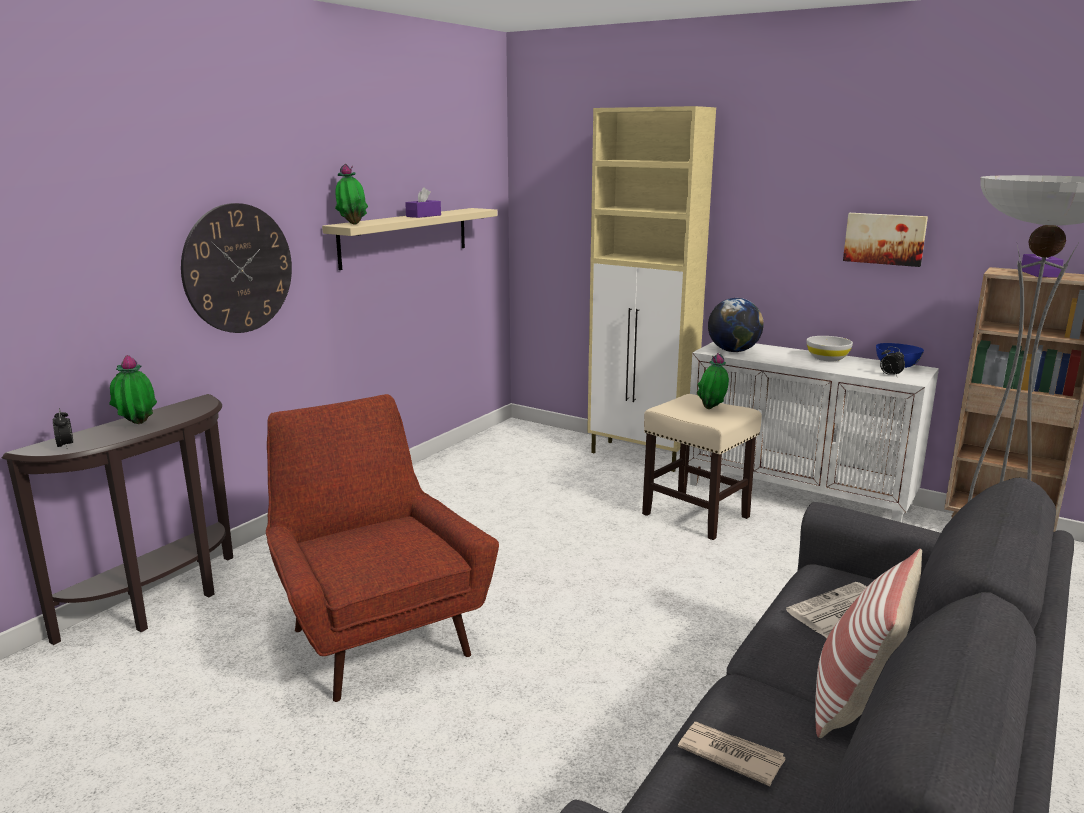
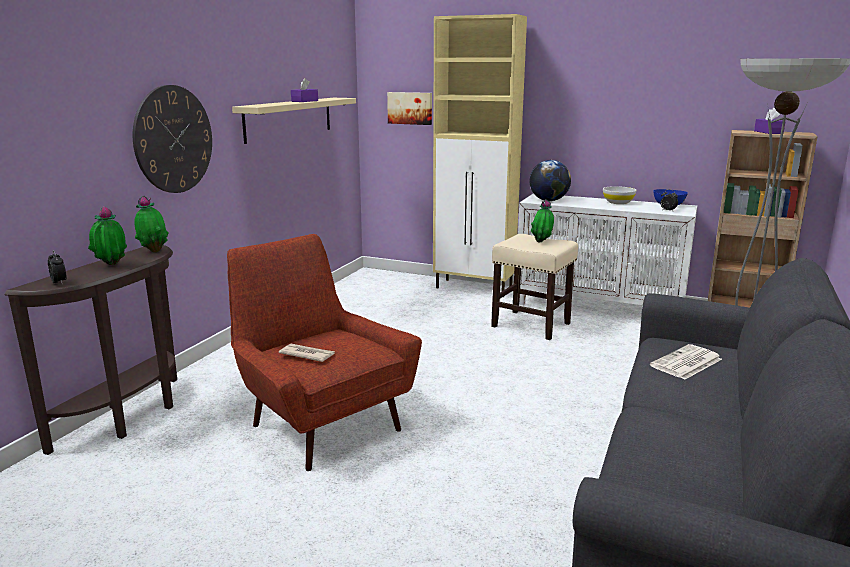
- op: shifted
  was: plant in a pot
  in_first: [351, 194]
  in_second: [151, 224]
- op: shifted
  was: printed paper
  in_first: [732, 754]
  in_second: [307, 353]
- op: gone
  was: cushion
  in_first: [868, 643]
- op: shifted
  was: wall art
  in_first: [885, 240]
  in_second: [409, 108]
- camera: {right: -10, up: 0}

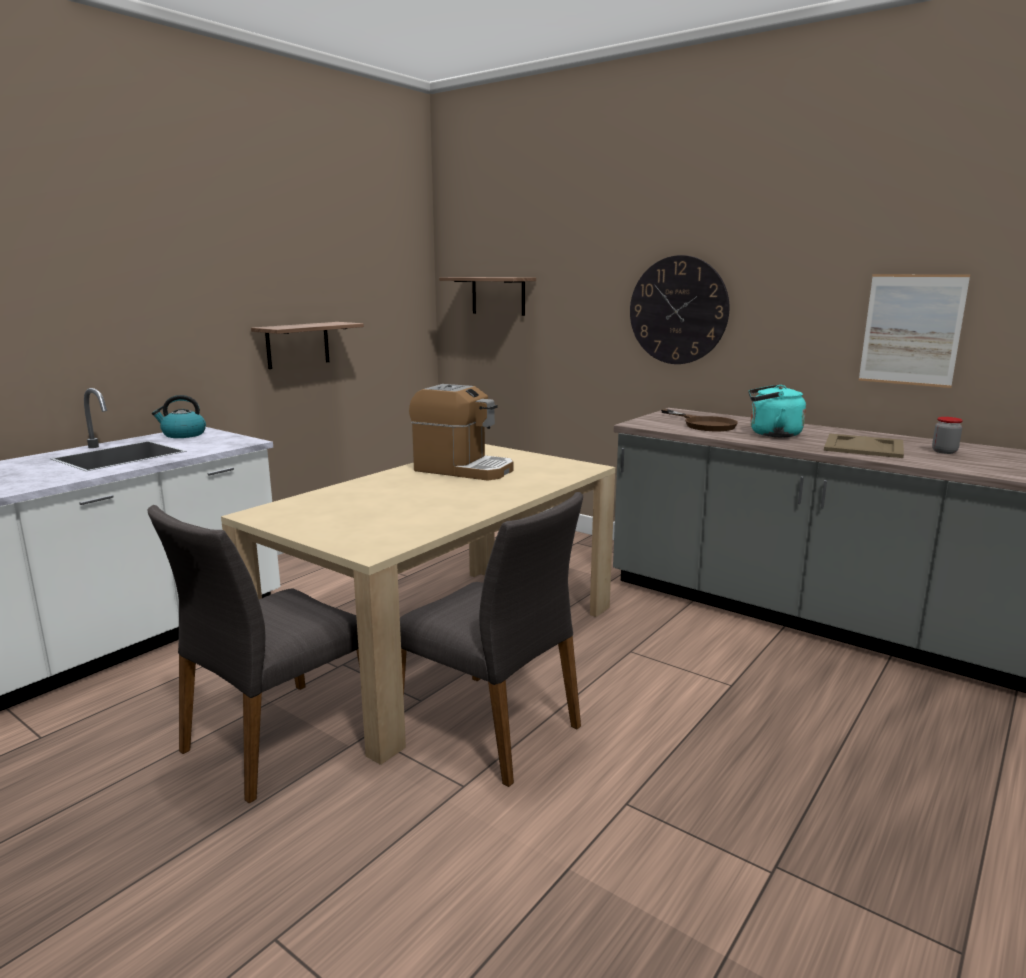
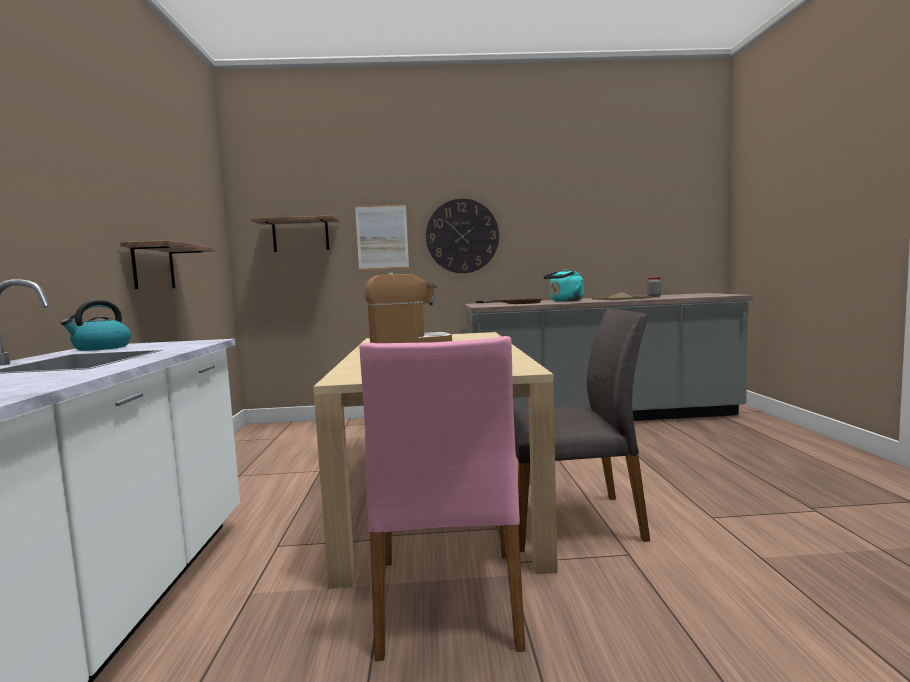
- op: repainted
  was: grey upright chair
  now: pinkish upright chair
  in_first: [254, 654]
  in_second: [442, 498]
- op: shifted
  was: wall art
  in_first: [914, 331]
  in_second: [382, 237]
- camera: {right: -40, up: -10}

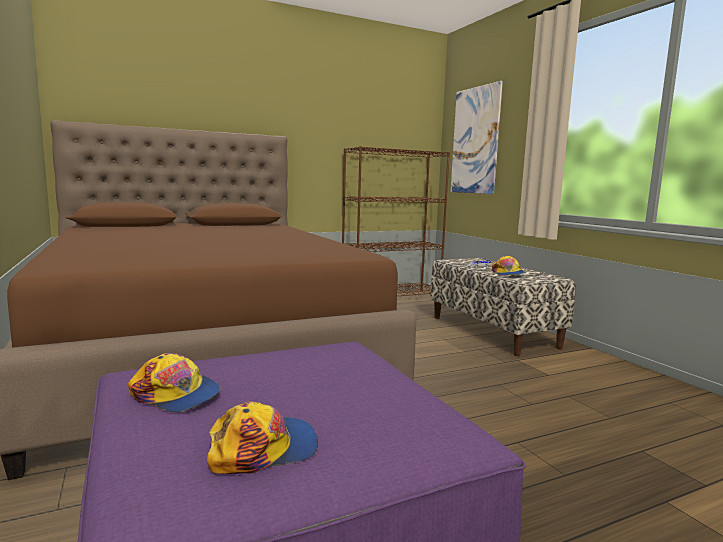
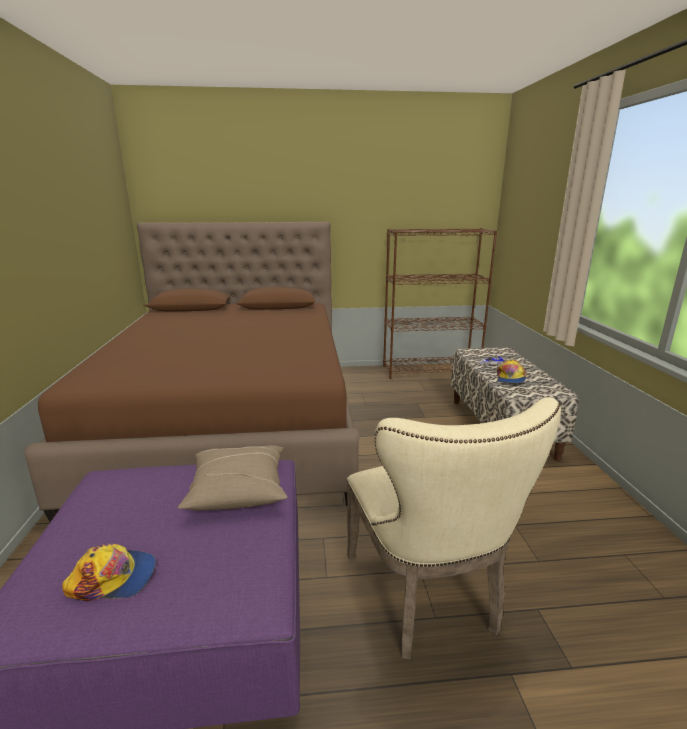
- op: gone
  was: baseball cap
  in_first: [174, 382]
- op: gone
  was: wall art
  in_first: [477, 137]
- op: new
  now: beige-coloured cushion
  in_second: [232, 477]
- op: new
  now: beige-coloured upright chair
  in_second: [454, 528]
- camera: {right: 20, up: 10}

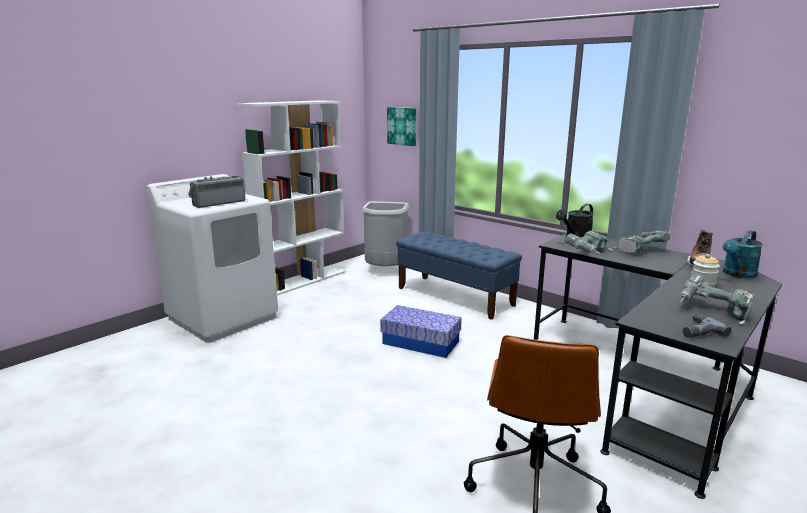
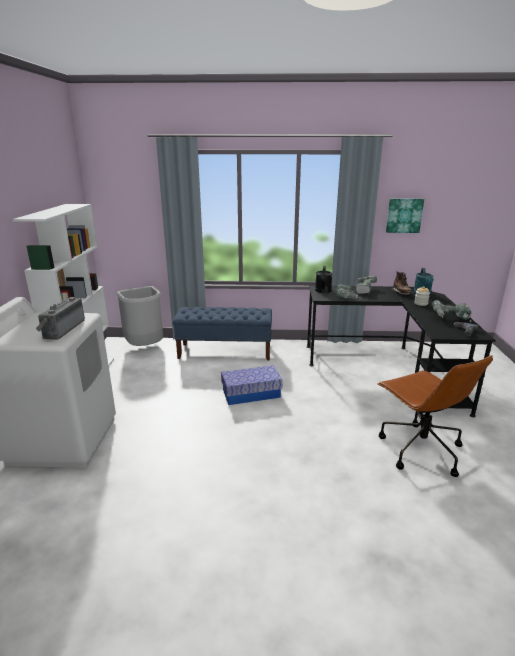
- op: shifted
  was: wall art
  in_first: [401, 126]
  in_second: [405, 216]
- camera: {right: -40, up: 5}

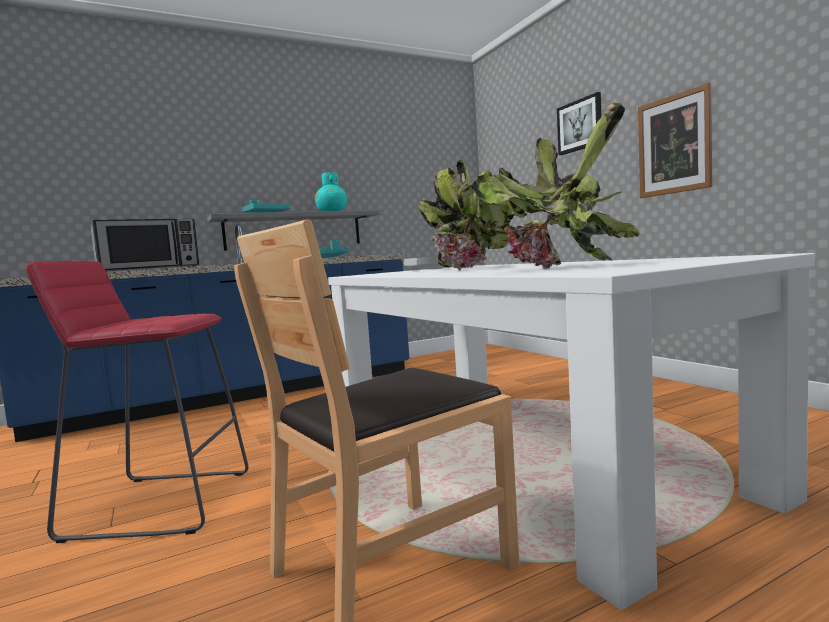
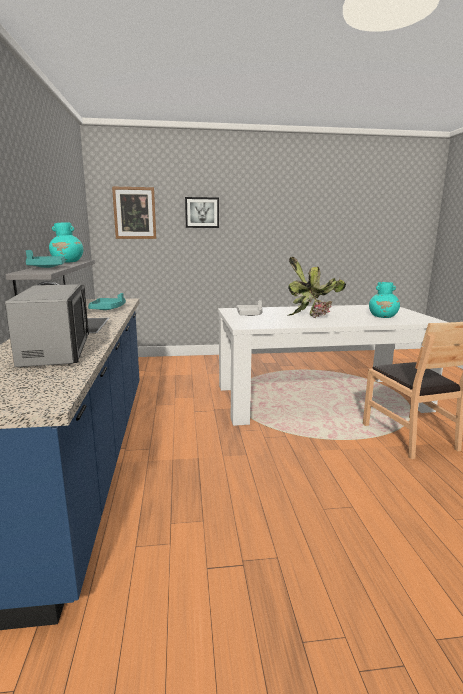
- op: gone
  was: reddish stool seat
  in_first: [137, 402]
- op: swapped
  was: plant in a pot
  now: turquoise-coloured flower vase
  in_first: [556, 185]
  in_second: [384, 300]
- op: shifted
  was: wall art
  in_first: [675, 140]
  in_second: [134, 213]
- camera: {right: -70, up: 10}

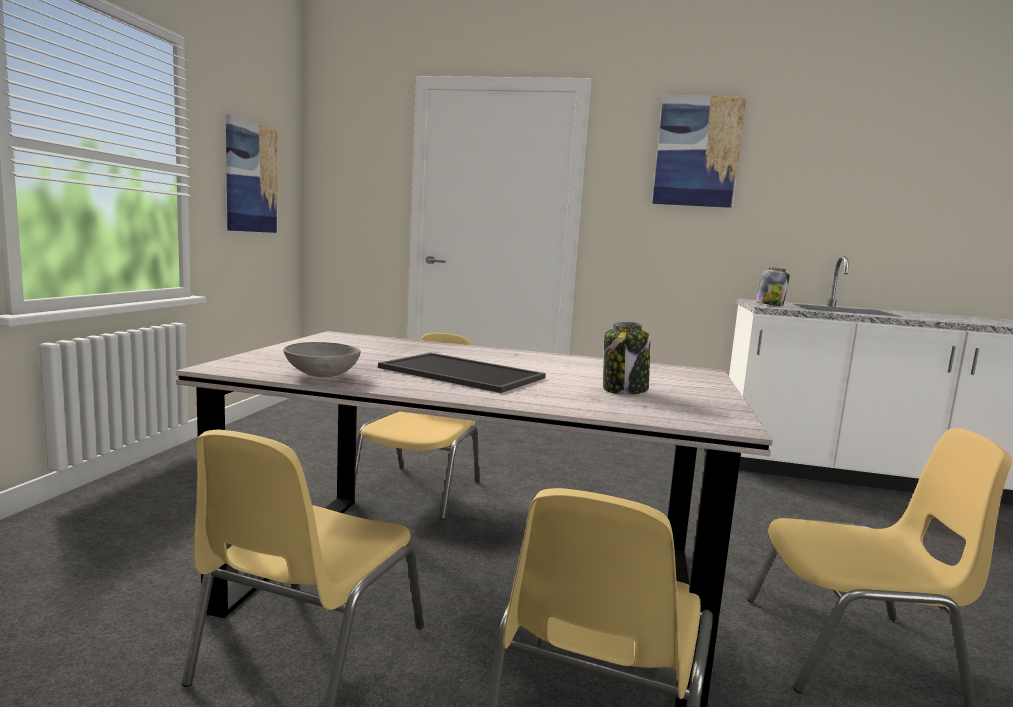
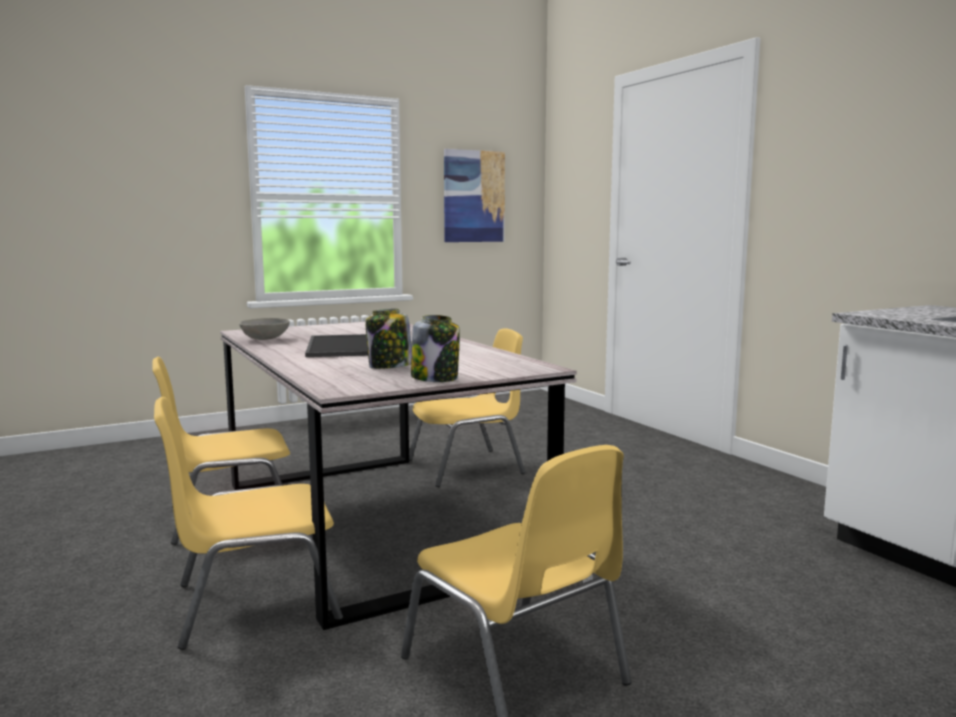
- op: gone
  was: wall art
  in_first: [699, 151]
- op: shifted
  was: preserve jar
  in_first: [773, 286]
  in_second: [435, 348]
- camera: {right: 50, up: 0}

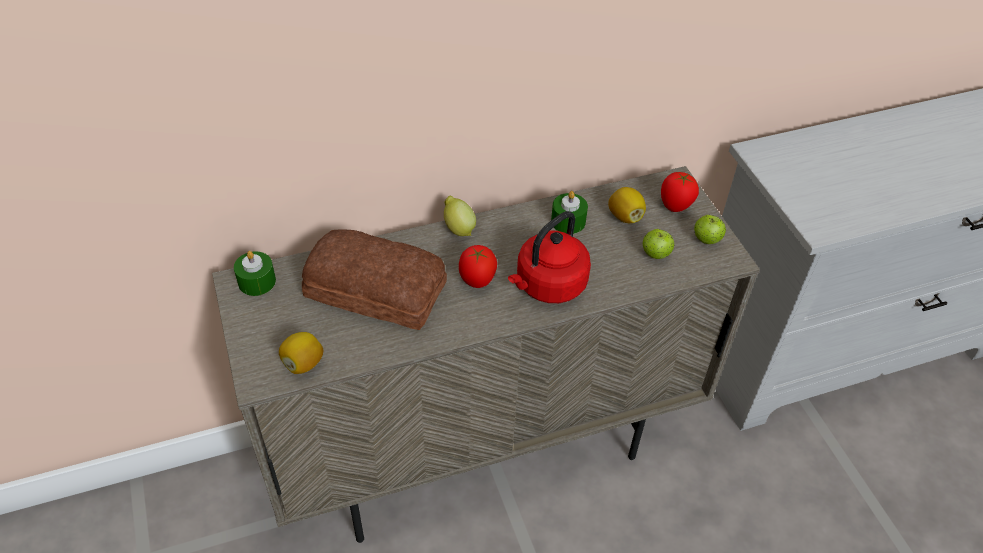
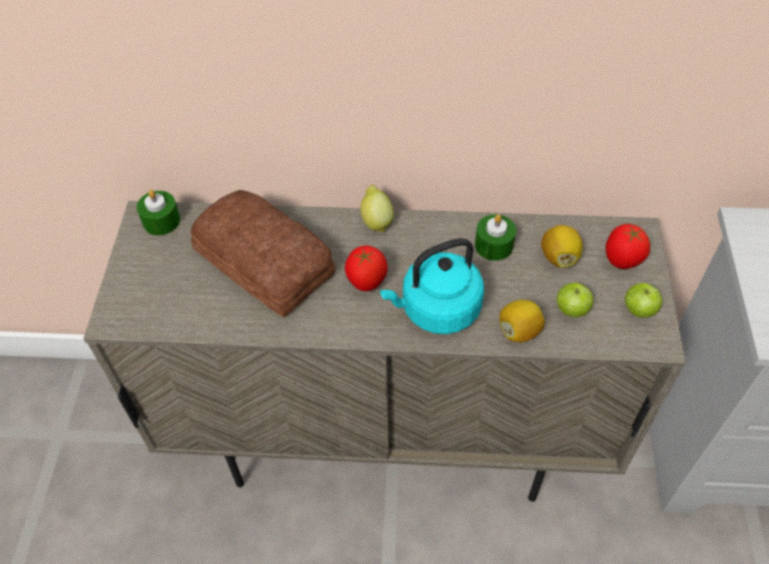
- op: shifted
  was: whole lemon
  in_first: [301, 353]
  in_second: [522, 321]
- op: repainted
  was: reddish tea kettle
  now: turquoise-coloured tea kettle
  in_first: [549, 257]
  in_second: [432, 286]
- camera: {right: 25, up: 5}

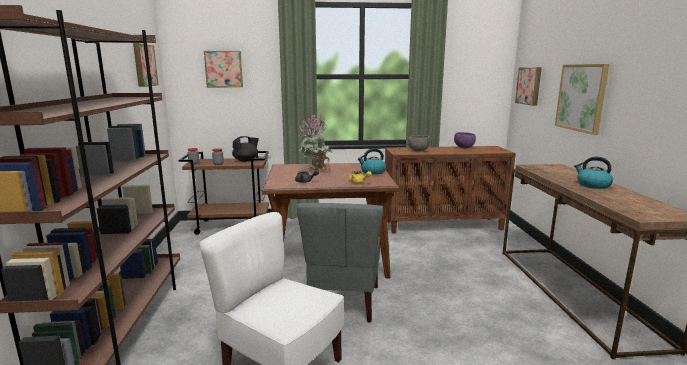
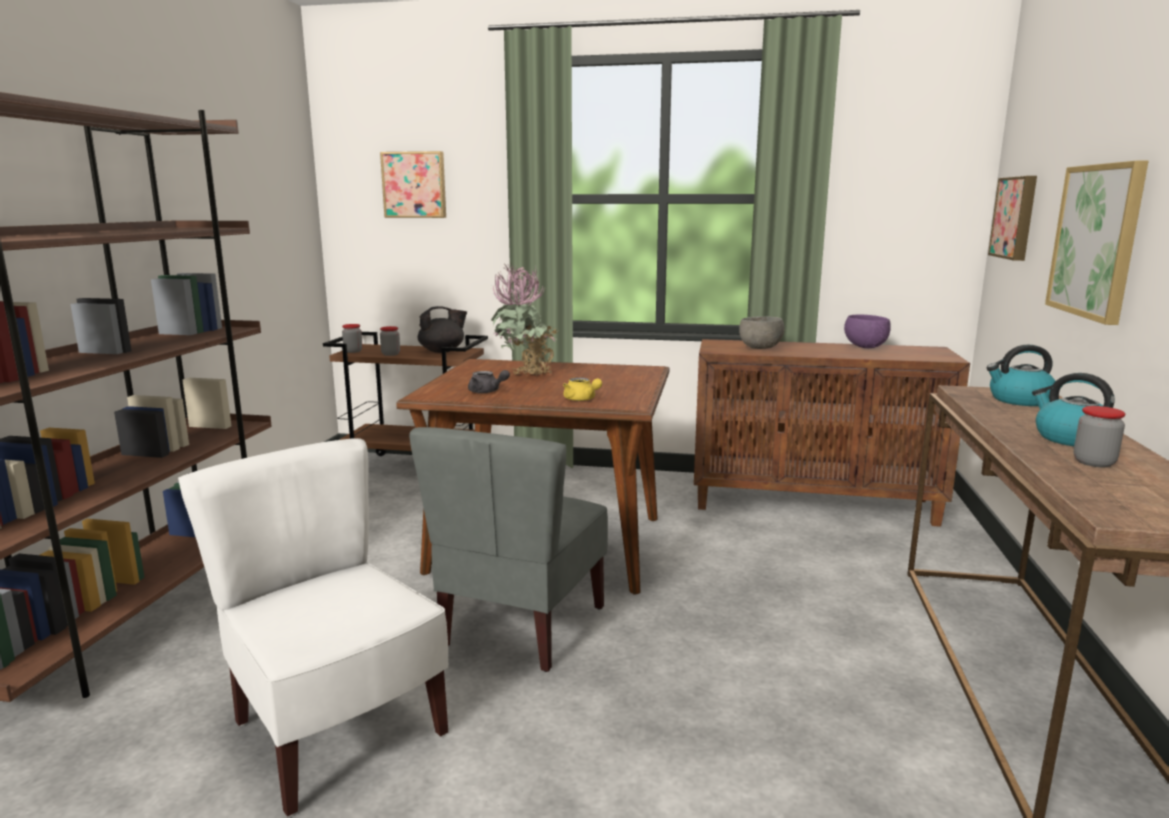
- op: gone
  was: wall art
  in_first: [145, 65]
- op: shifted
  was: tea kettle
  in_first: [372, 161]
  in_second: [1020, 375]
- op: new
  now: preserve jar
  in_second: [1099, 436]
- camera: {right: 15, up: 0}

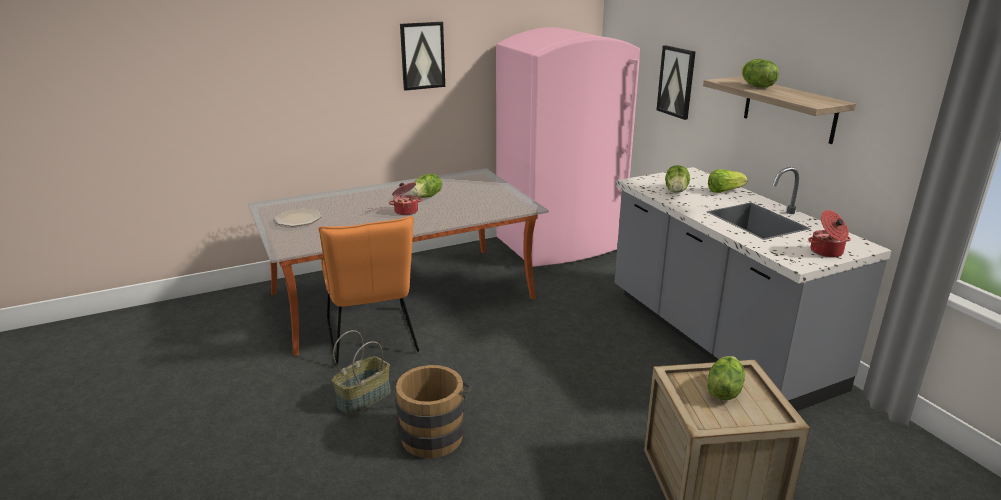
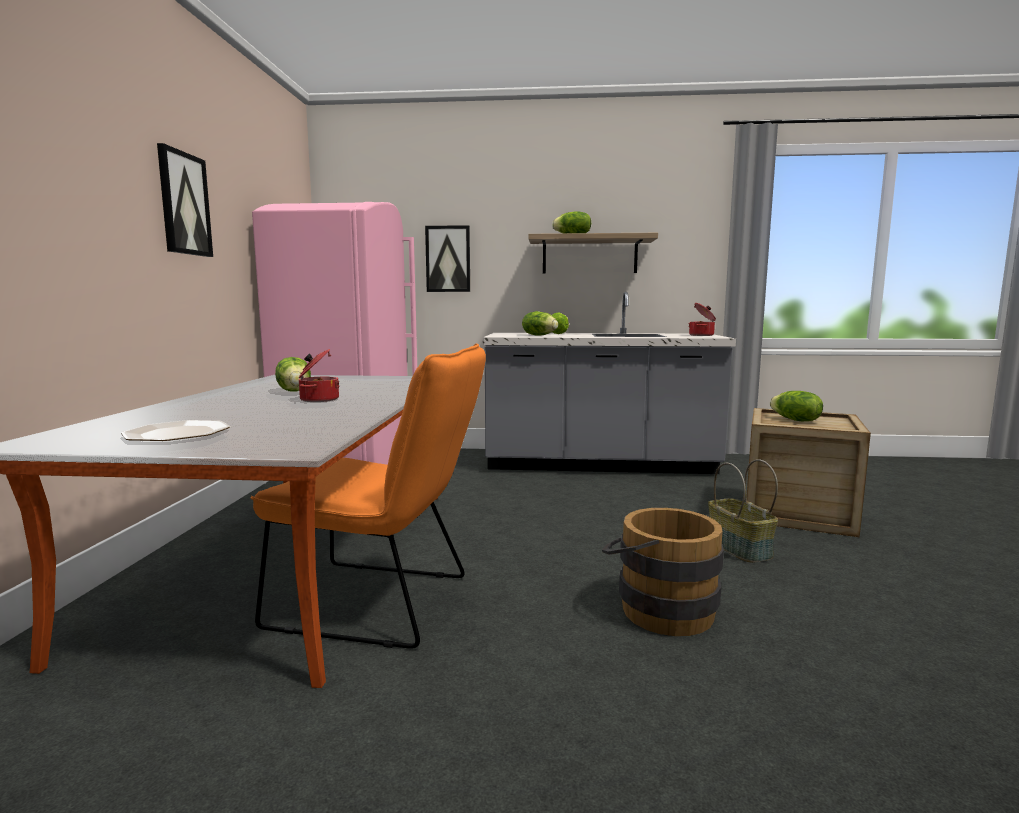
- op: shifted
  was: basket
  in_first: [361, 372]
  in_second: [743, 511]
- camera: {right: -60, up: -15}

